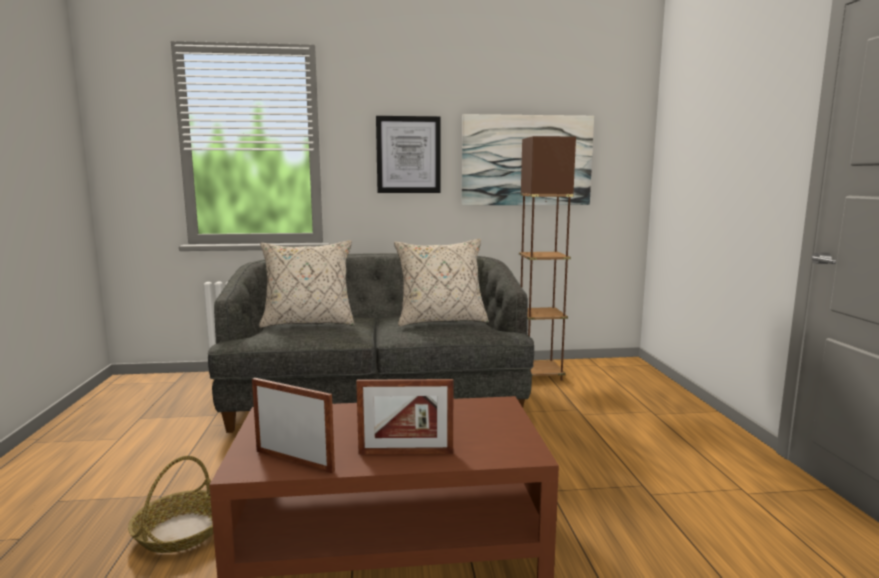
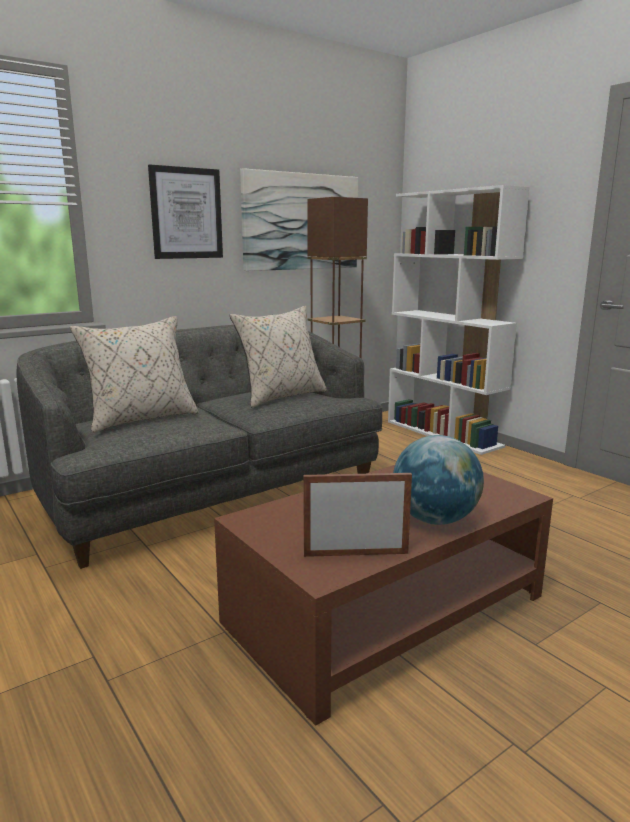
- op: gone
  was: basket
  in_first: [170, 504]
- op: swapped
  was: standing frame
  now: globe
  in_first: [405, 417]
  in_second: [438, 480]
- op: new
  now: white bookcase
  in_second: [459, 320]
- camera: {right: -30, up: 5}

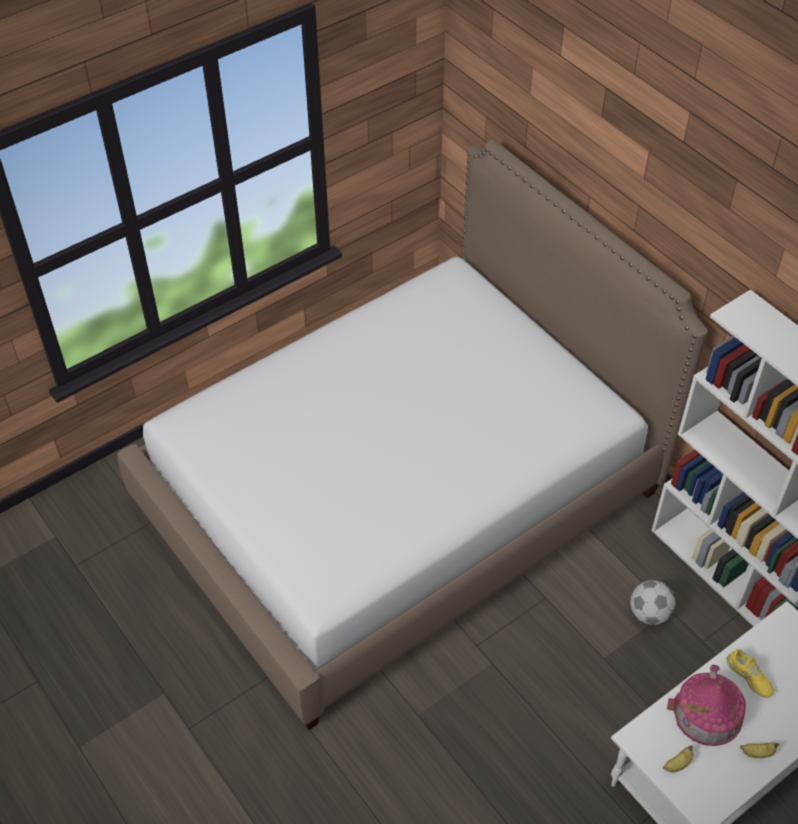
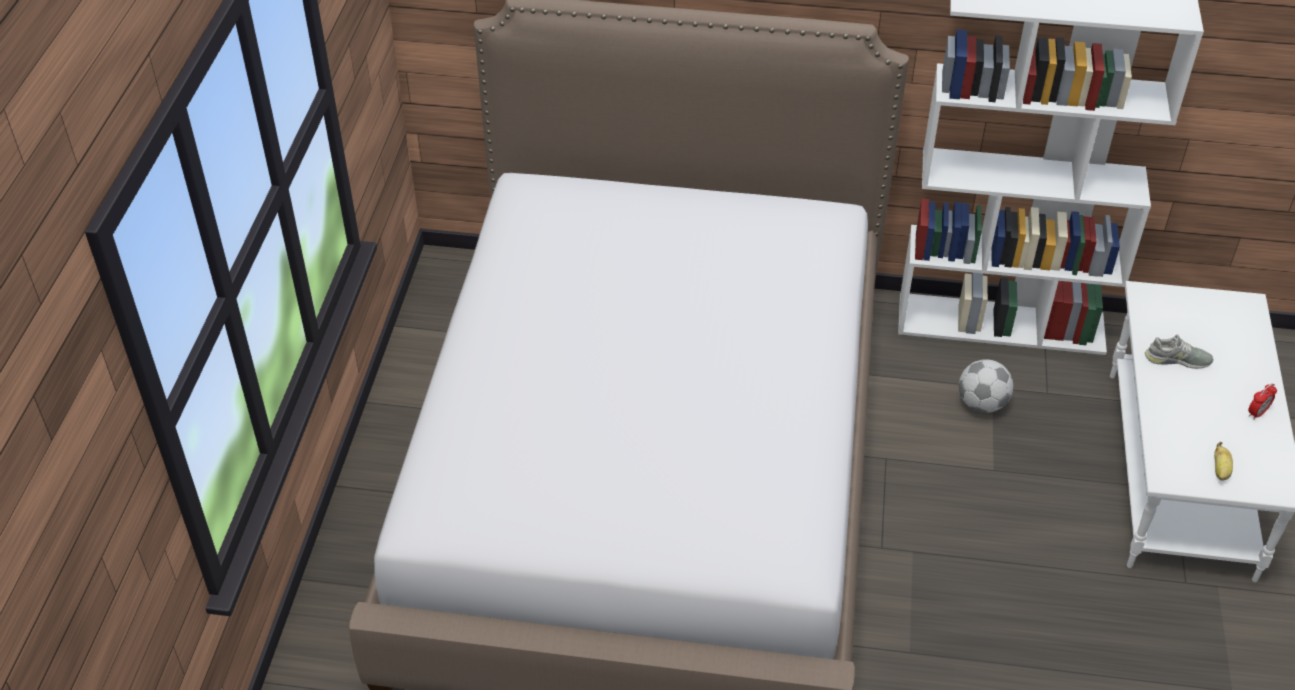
- op: gone
  was: miniature house
  in_first: [706, 705]
- op: repainted
  was: yellowish low shoe
  now: grey low shoe
  in_first: [750, 673]
  in_second: [1179, 351]
- op: swapped
  was: whole banana
  now: bedside clock
  in_first: [759, 750]
  in_second: [1262, 401]
- camera: {right: -45, up: -5}

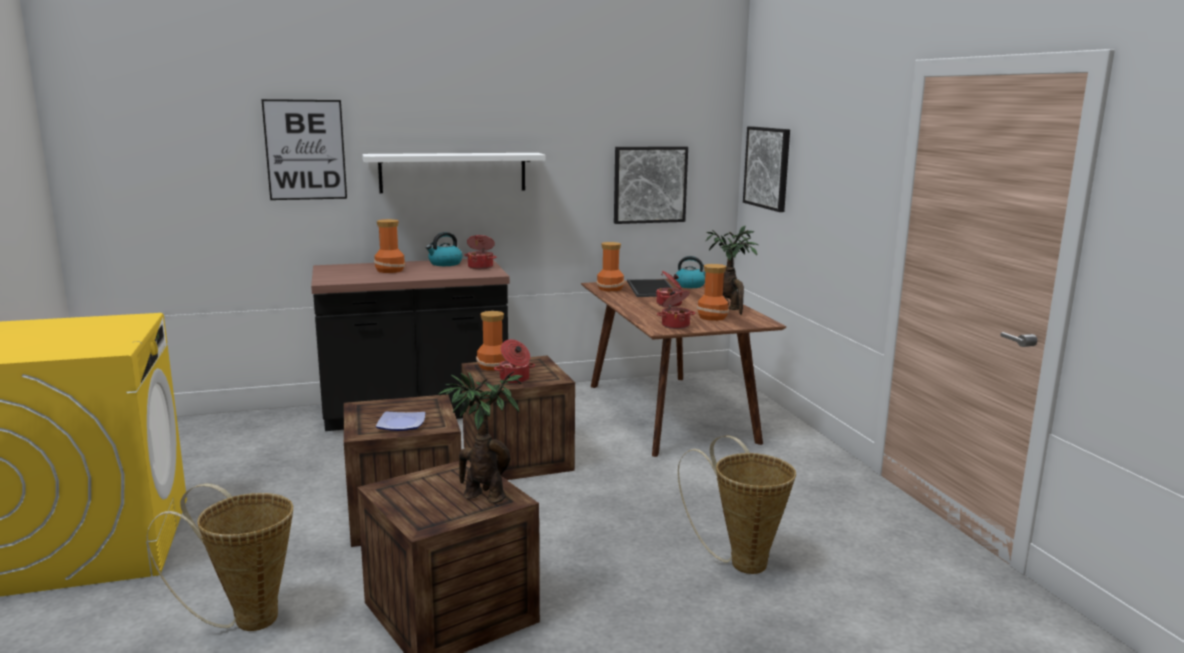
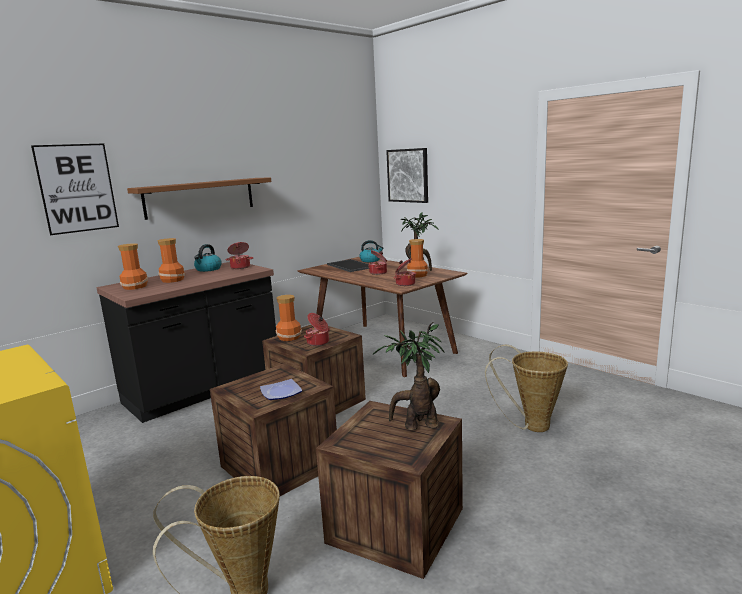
- op: repainted
  was: white shelf
  now: brown-coloured shelf
  in_first: [454, 173]
  in_second: [199, 199]
- op: shifted
  was: flower vase
  in_first: [610, 267]
  in_second: [133, 266]
- op: gone
  was: wall art
  in_first: [651, 185]
- camera: {right: -25, up: 0}

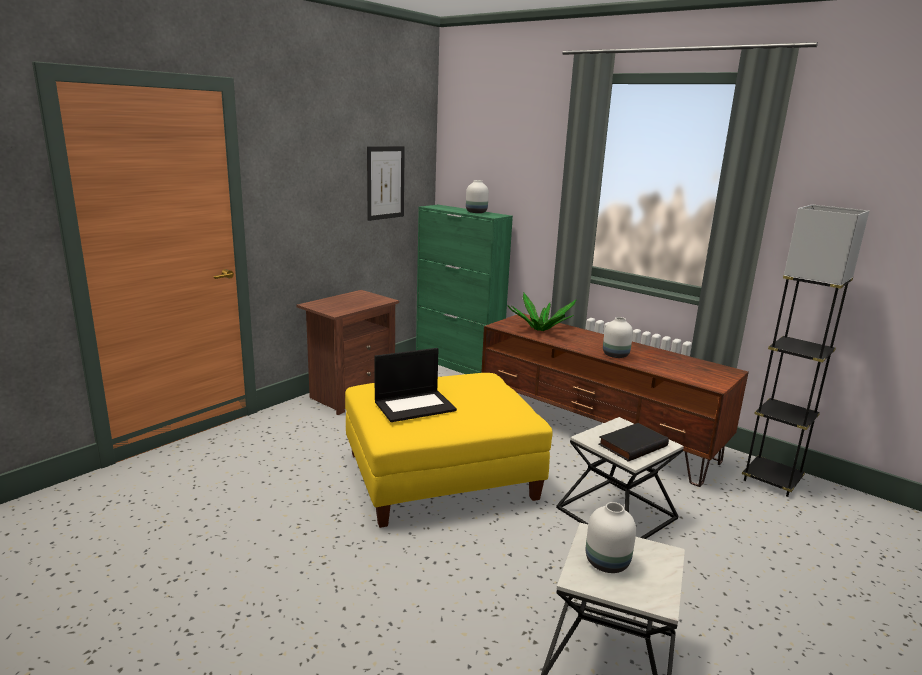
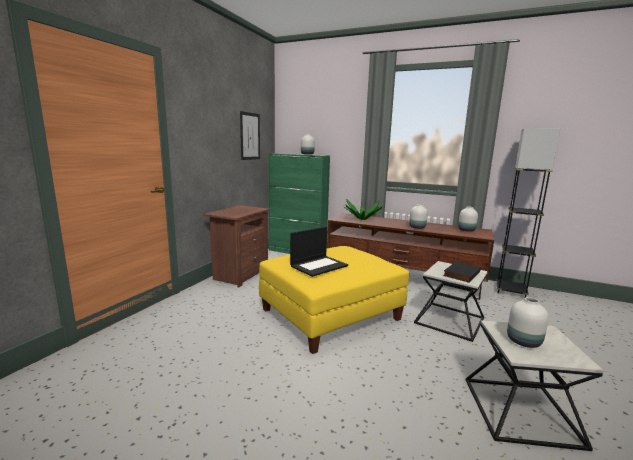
- op: new
  now: white flower vase
  in_second: [468, 219]
- camera: {right: -15, up: -5}

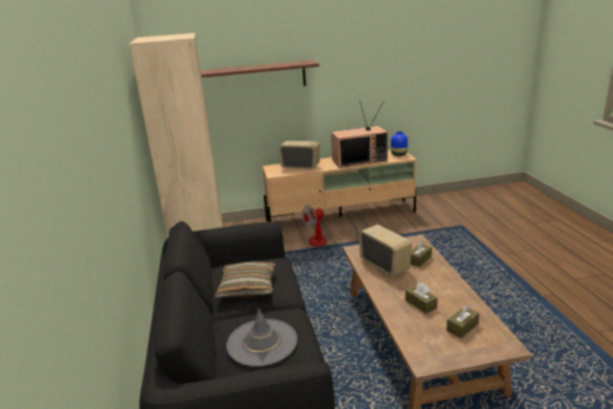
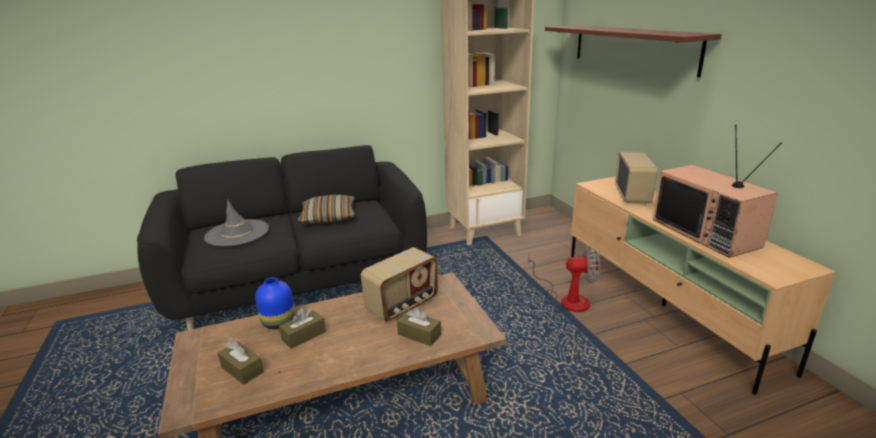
- op: rotated
  was: fan
  in_first: [331, 226]
  in_second: [564, 279]
  clockwise: 135
- op: shifted
  was: blue-coloured flower vase
  in_first: [399, 143]
  in_second: [275, 303]
- camera: {right: 80, up: 0}

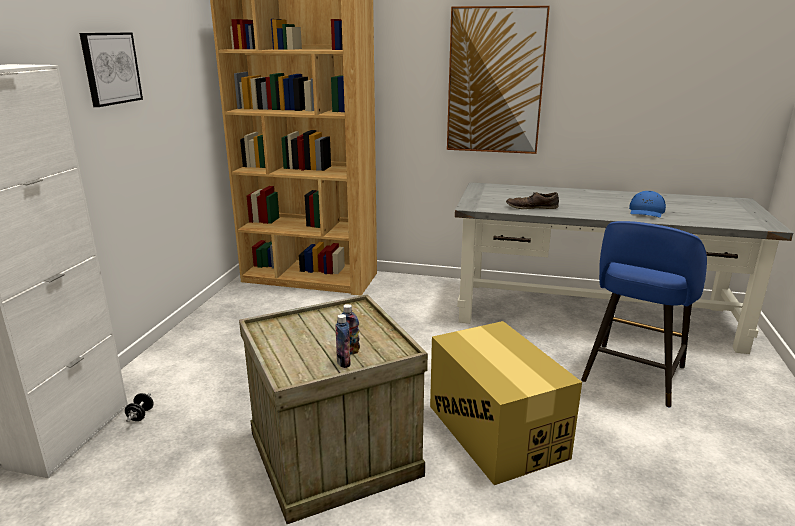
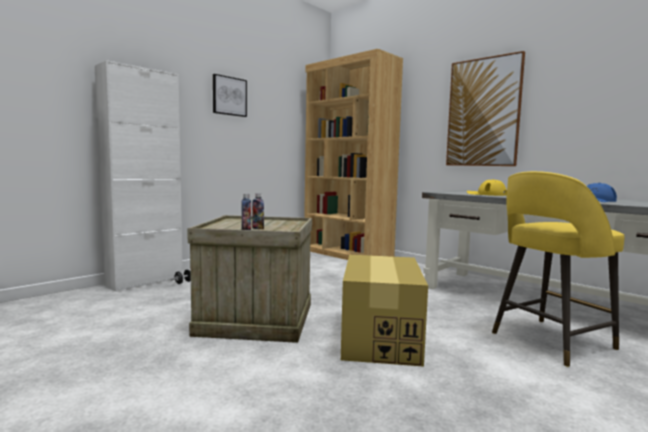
- op: swapped
  was: brown-coloured low shoe
  now: yellowish baseball cap
  in_first: [532, 200]
  in_second: [487, 187]
- op: repainted
  was: blue-coloured stool seat
  now: yellowish stool seat
  in_first: [644, 314]
  in_second: [558, 269]
- camera: {right: 30, up: -15}

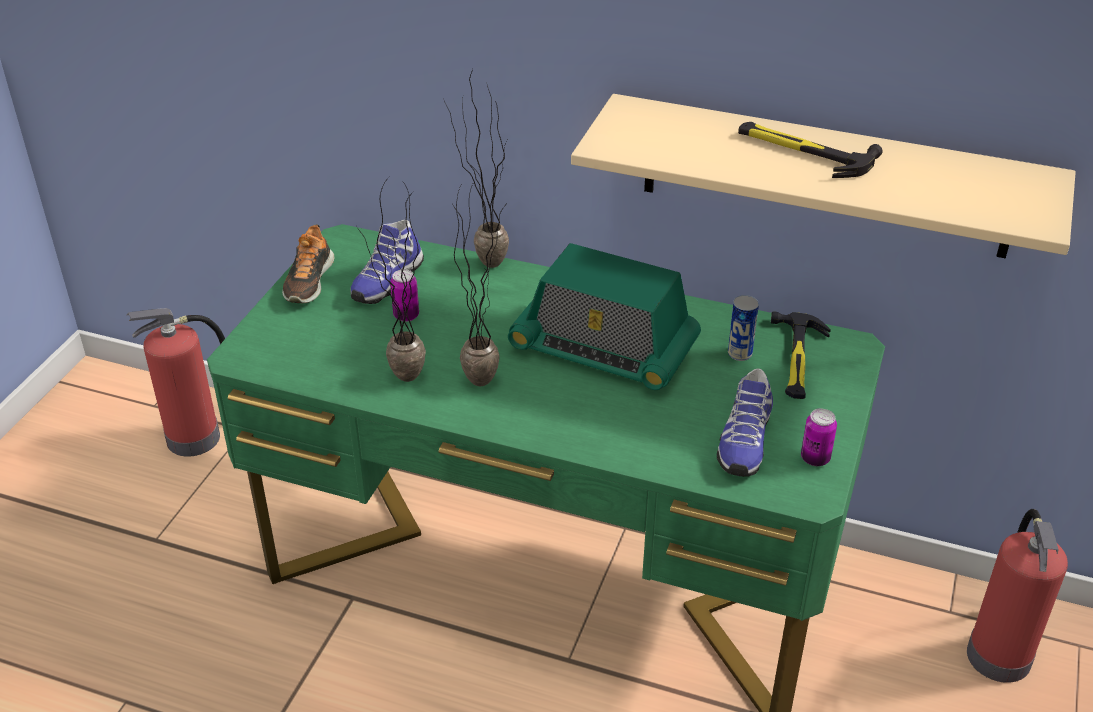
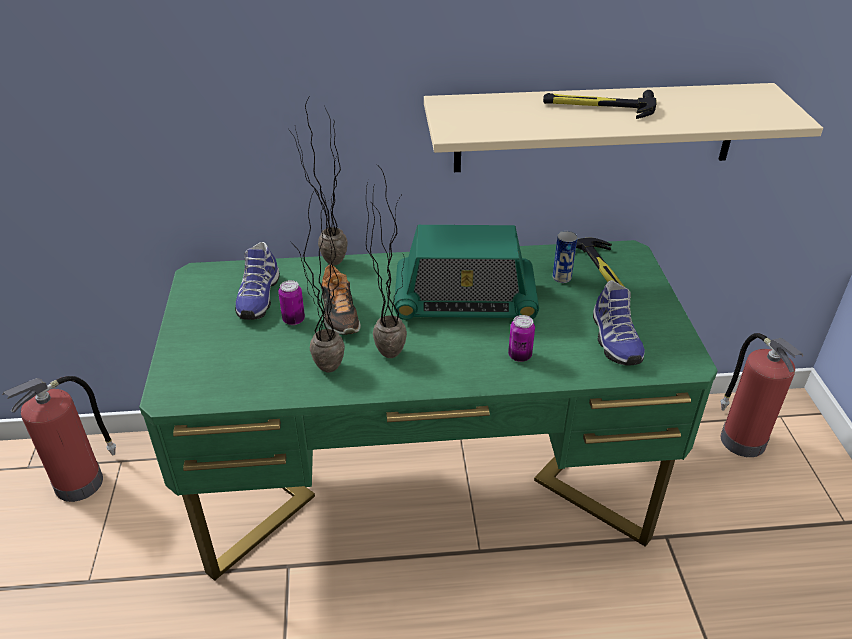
- op: shifted
  was: low shoe
  in_first: [308, 263]
  in_second: [341, 299]
- op: shifted
  was: sealed can
  in_first: [819, 437]
  in_second: [521, 338]
- camera: {right: -25, up: 0}

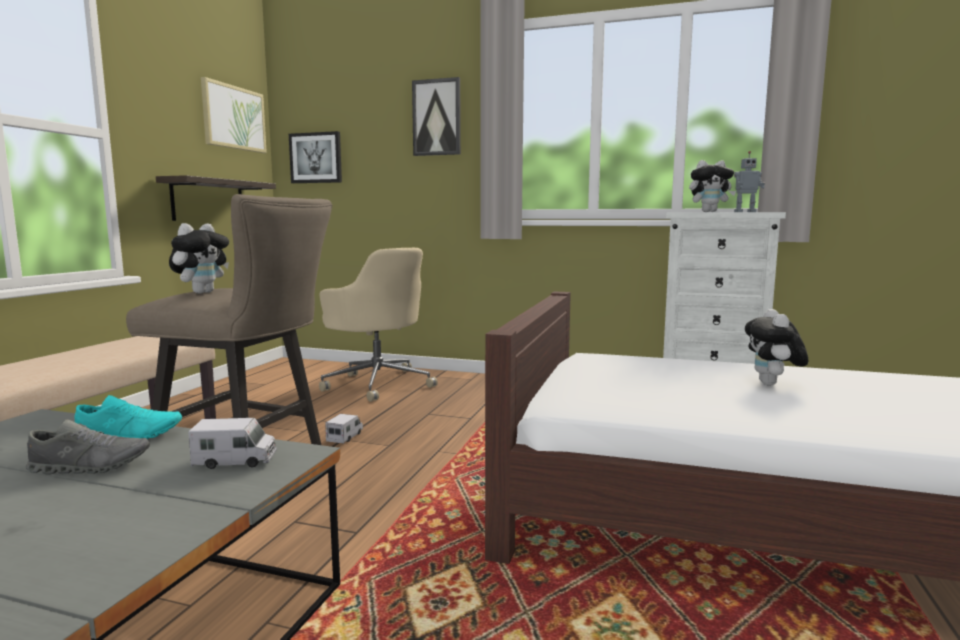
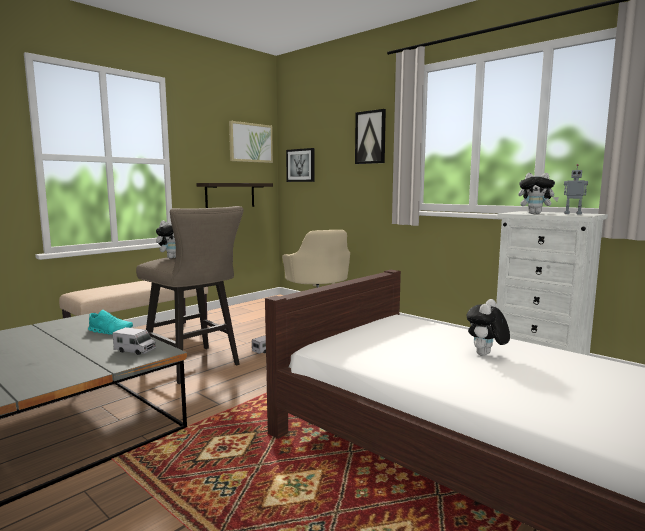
- op: gone
  was: grey low shoe
  in_first: [88, 447]
- camera: {right: 25, up: 0}

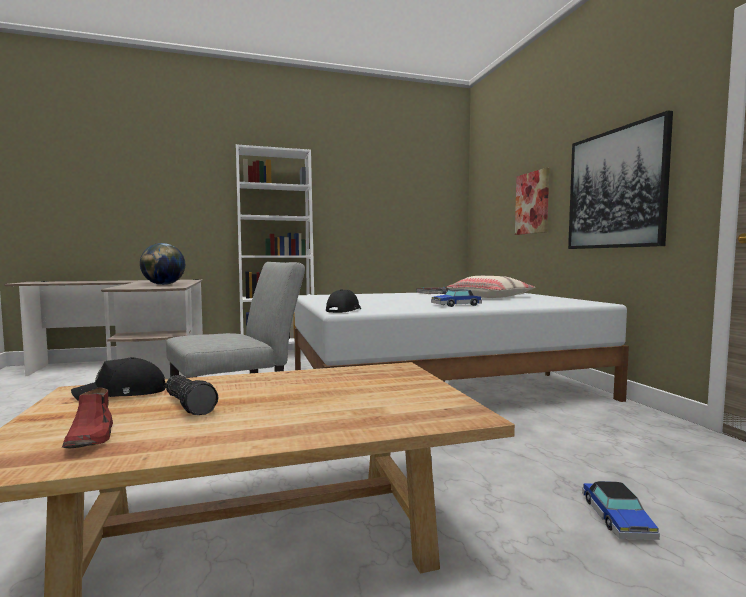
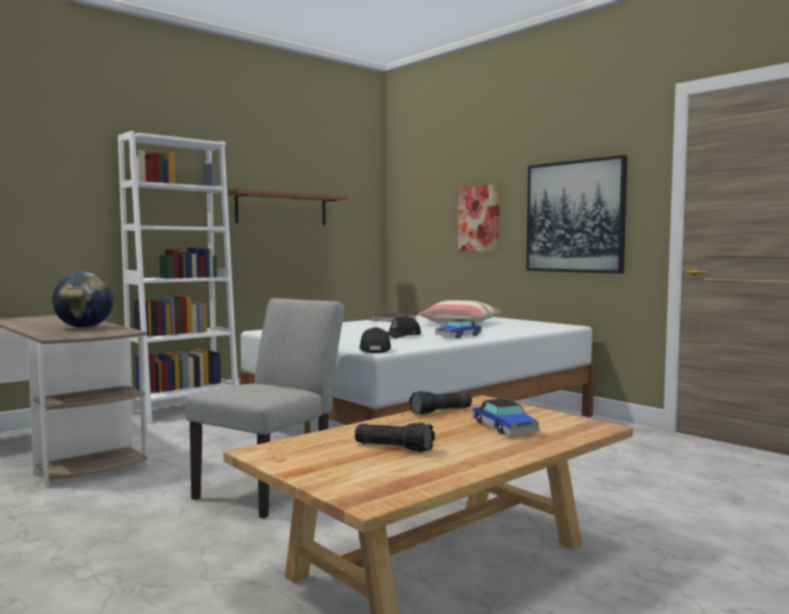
- op: gone
  was: reddish low shoe
  in_first: [87, 418]
- op: shifted
  was: blackish baseball cap
  in_first: [118, 379]
  in_second: [404, 327]
- op: shifted
  was: model car
  in_first: [621, 510]
  in_second: [506, 417]
- op: new
  now: brown-coloured shelf
  in_second: [287, 207]
- op: new
  now: torch
  in_second: [440, 403]
- camera: {right: -25, up: 0}

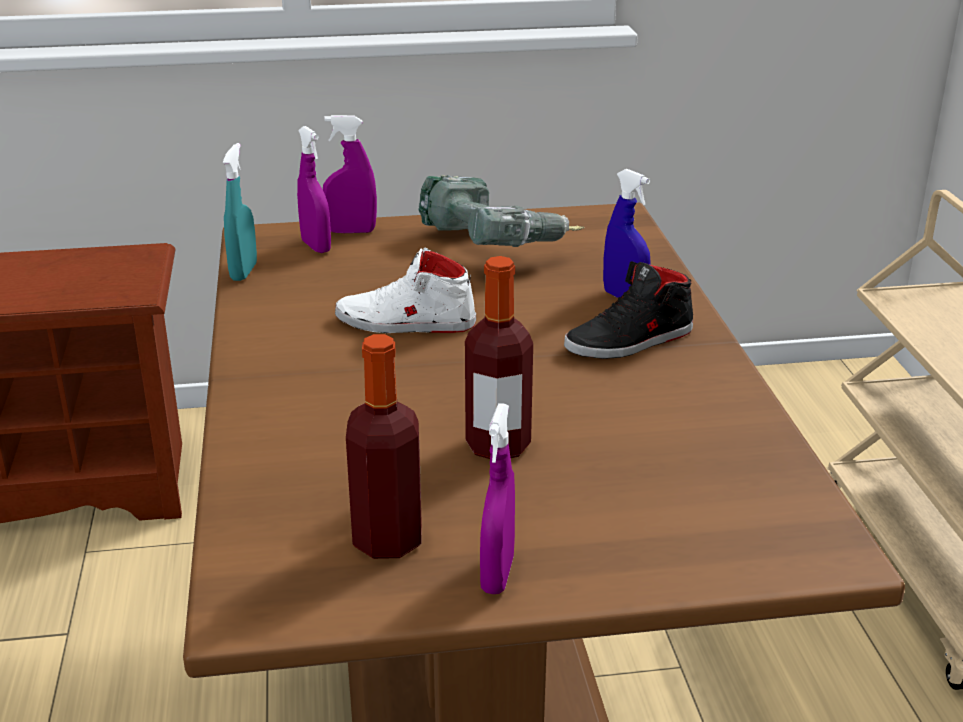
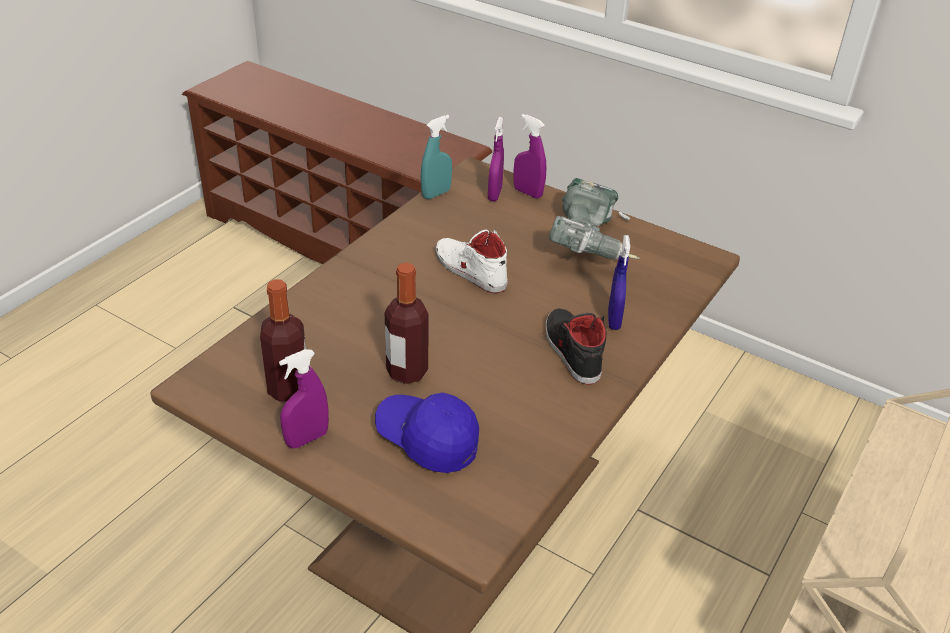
- op: rotated
  was: blackish low shoe
  in_first: [628, 310]
  in_second: [576, 346]
  clockwise: 60
- op: new
  now: blue-coloured baseball cap
  in_second: [427, 433]
- camera: {right: 40, up: 10}

